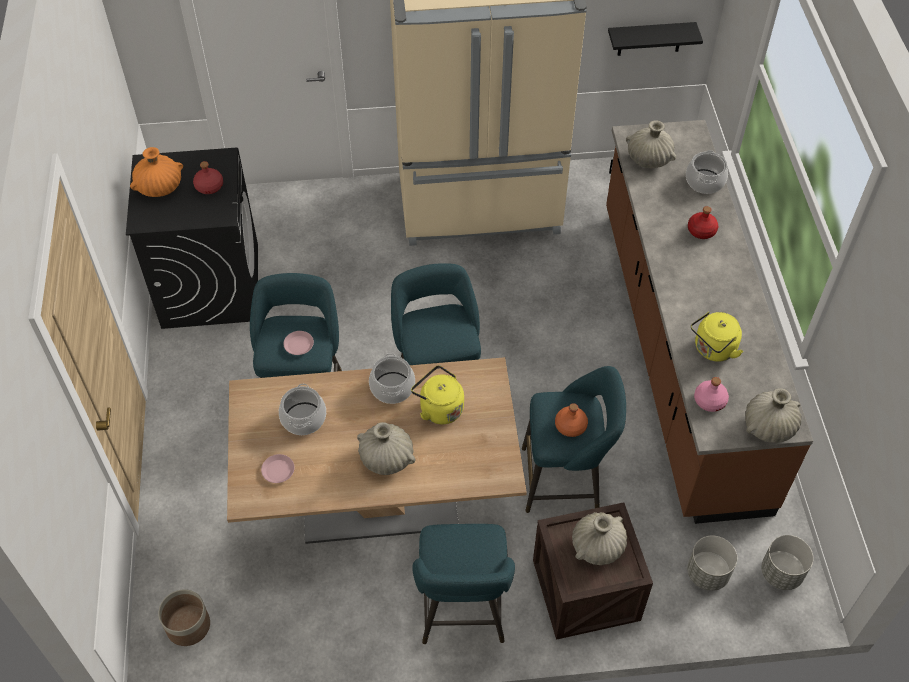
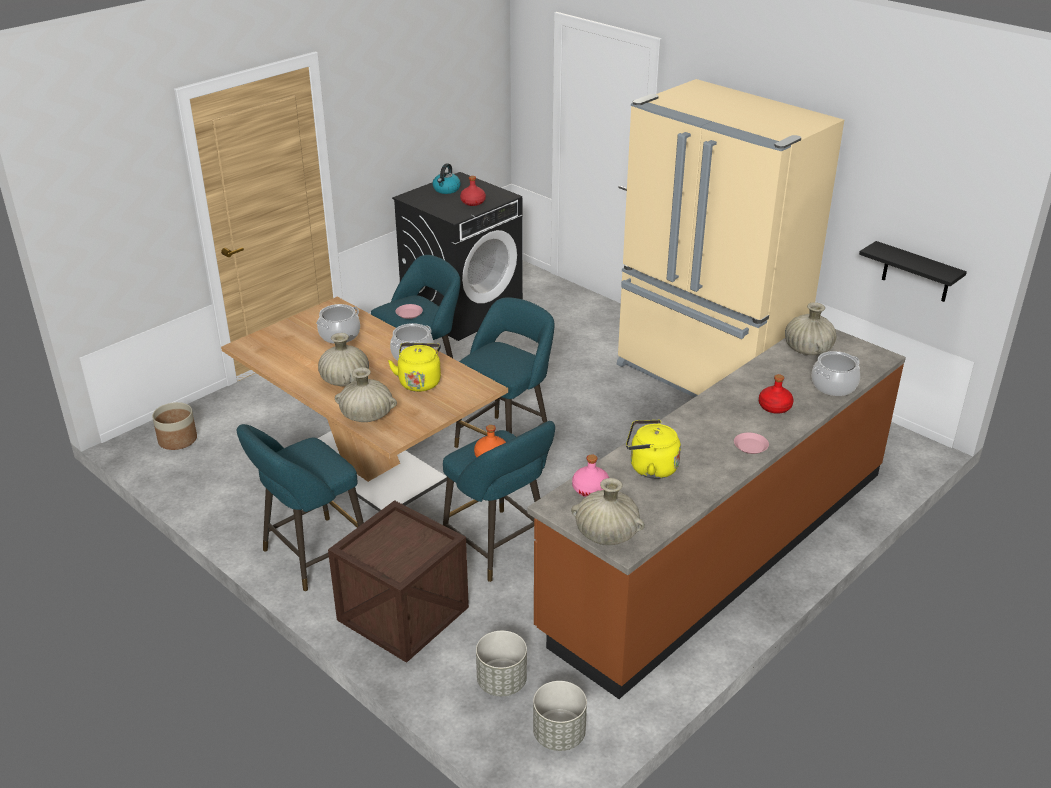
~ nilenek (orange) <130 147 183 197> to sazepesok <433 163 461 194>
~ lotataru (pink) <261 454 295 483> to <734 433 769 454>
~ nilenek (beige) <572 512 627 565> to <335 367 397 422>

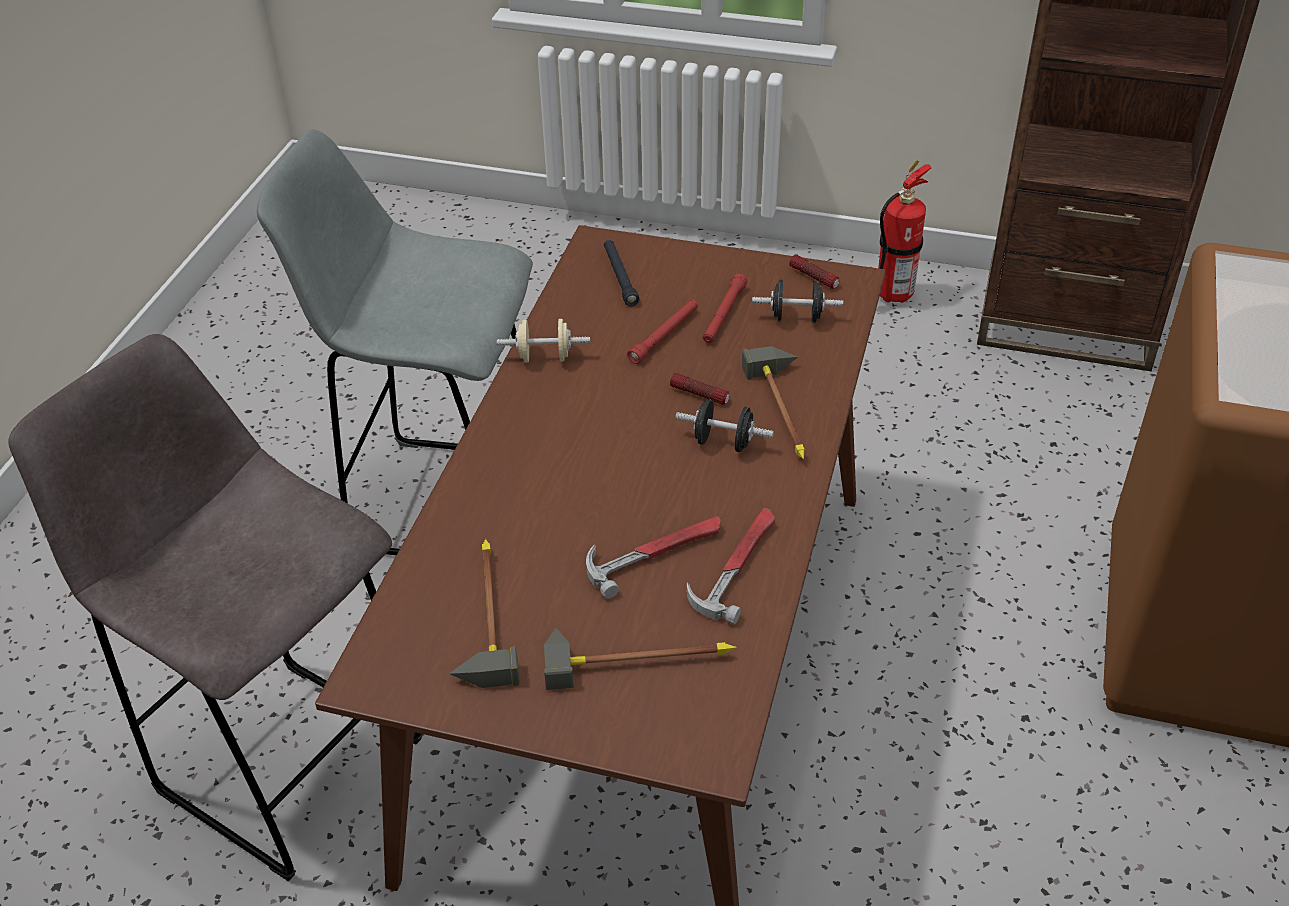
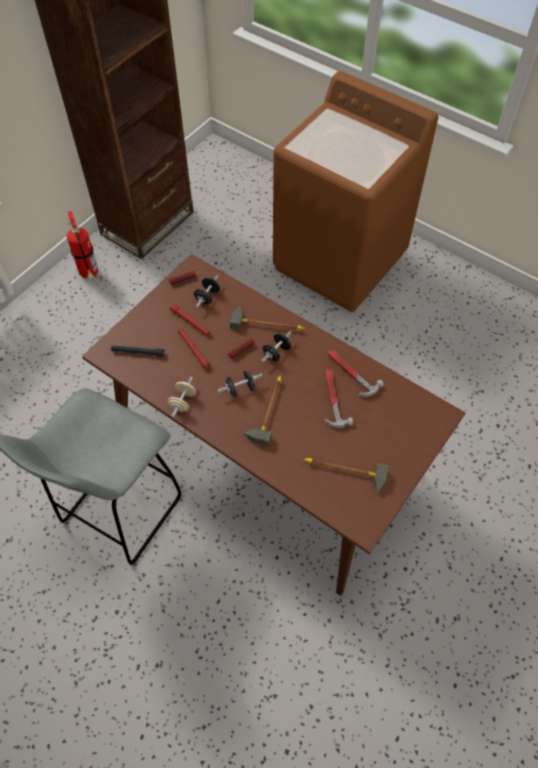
- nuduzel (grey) <8 334 424 881>
~ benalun <544 628 737 690> to <242 375 281 447>
+ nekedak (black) <218 370 263 397>

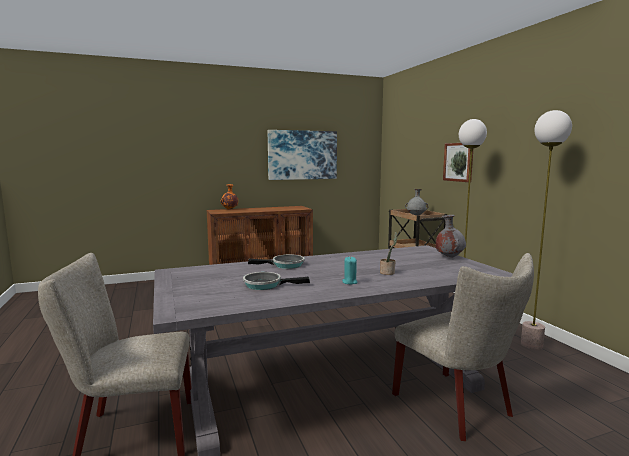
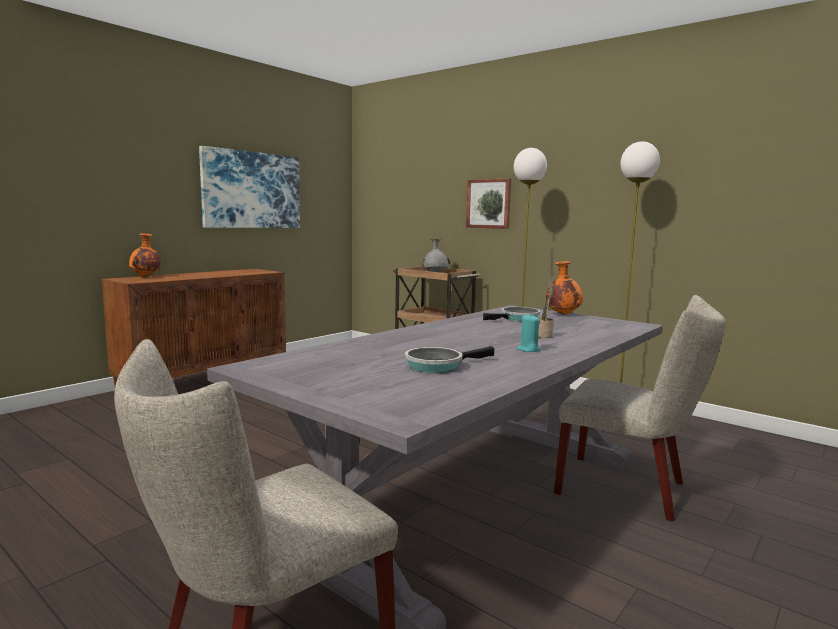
~ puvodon <248 255 304 269> to <483 307 541 321>
~ nilenek (grey) <436 215 466 257> to nilenek (orange) <546 261 583 315>

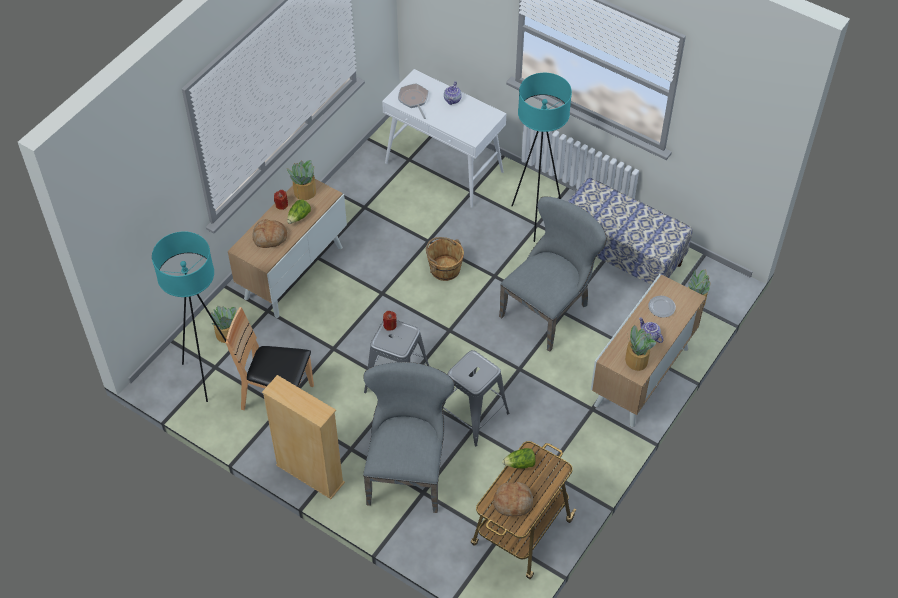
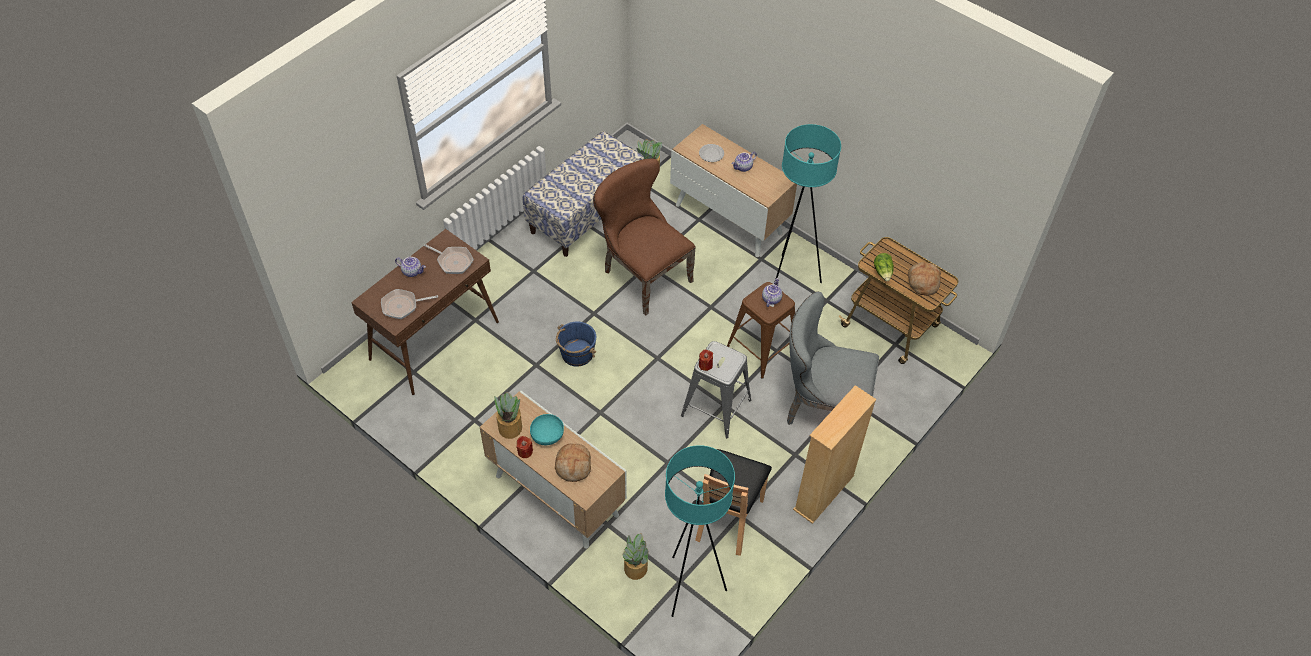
~ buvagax <287 200 311 224> to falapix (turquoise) <530 414 564 445>
~ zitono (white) <382 69 506 208> to zitono (brown) <351 229 499 395>
~ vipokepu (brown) <426 237 464 281> to vipokepu (blue) <556 322 596 367>
~ nuduzel (grey) <442 350 509 446> to nuduzel (brown) <727 282 795 379>
~ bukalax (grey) <499 196 607 352> to bukalax (brown) <593 158 696 316>
~ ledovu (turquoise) <511 73 572 242> to <774 124 841 283>
- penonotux <625 325 656 371>
+ puvodon <424 244 474 274>
+ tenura <762 278 782 307>

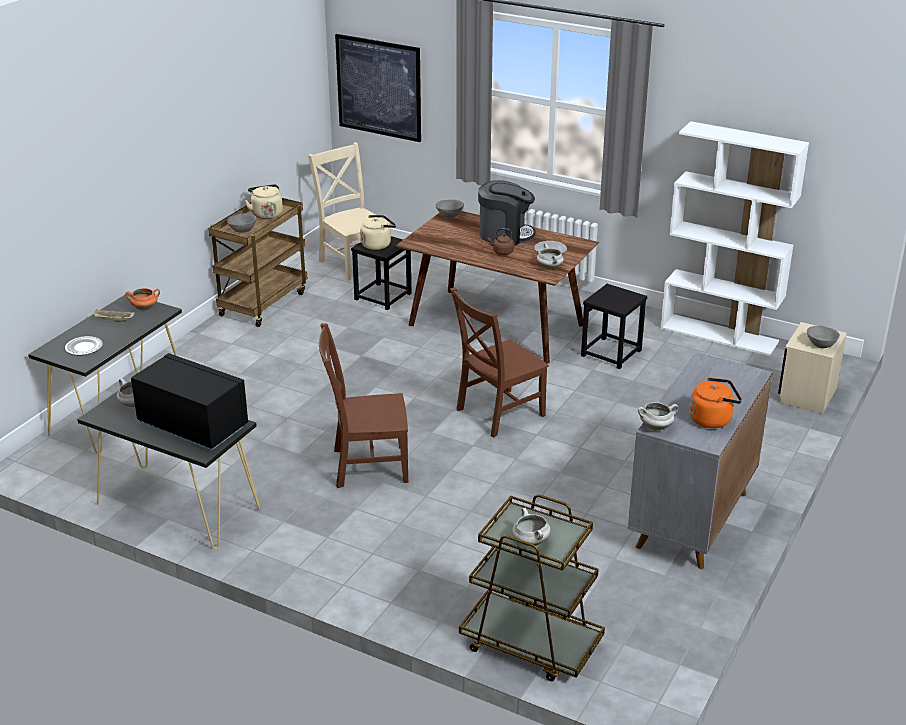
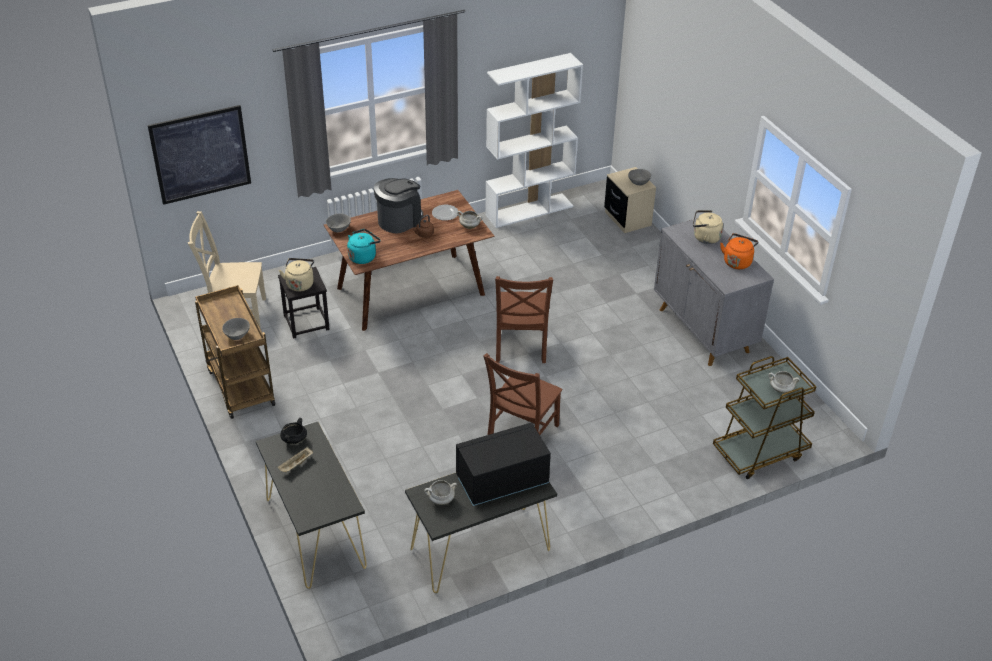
- lotataru <65 336 103 355>
~ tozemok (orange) <125 288 160 311> to tozemok (black) <280 418 307 444>
~ sazepesok (beige) <245 184 283 219> to <693 210 723 244>
- nuduzel (black) <581 284 647 369>
- tozemok (white) <638 402 678 431>
+ sazepesok (turquoise) <347 229 381 264>

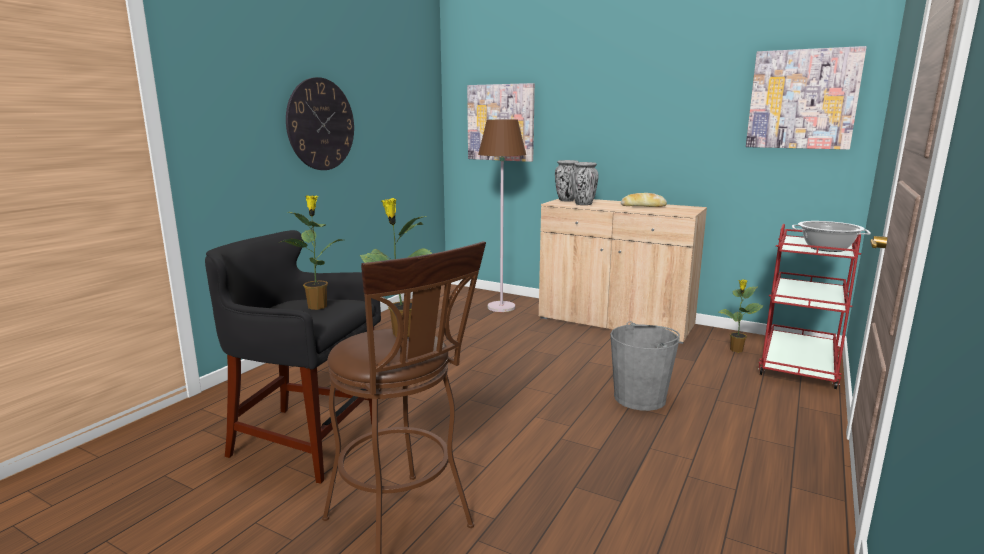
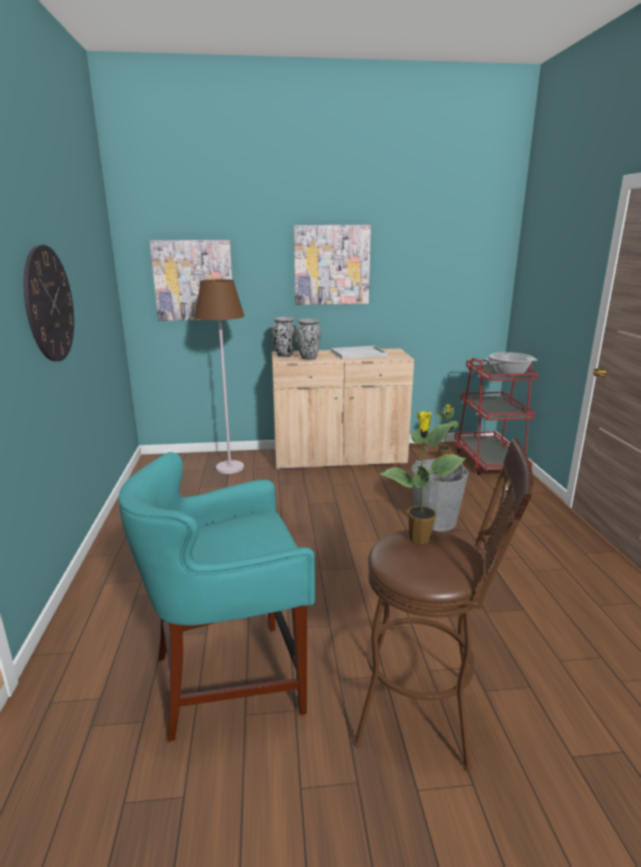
~ nuduzel (black) <205 230 381 484> to nuduzel (turquoise) <118 452 315 742>
- penonotux <278 195 342 310>
~ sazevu <621 193 667 207> to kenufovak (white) <331 346 388 359>
~ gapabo <746 46 867 150> to <294 225 371 305>

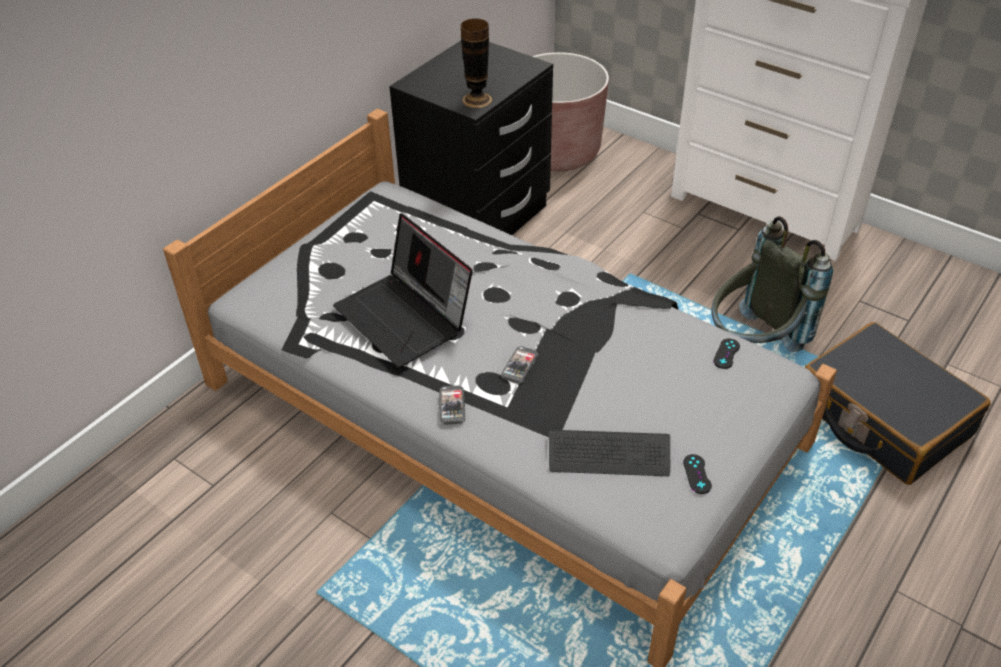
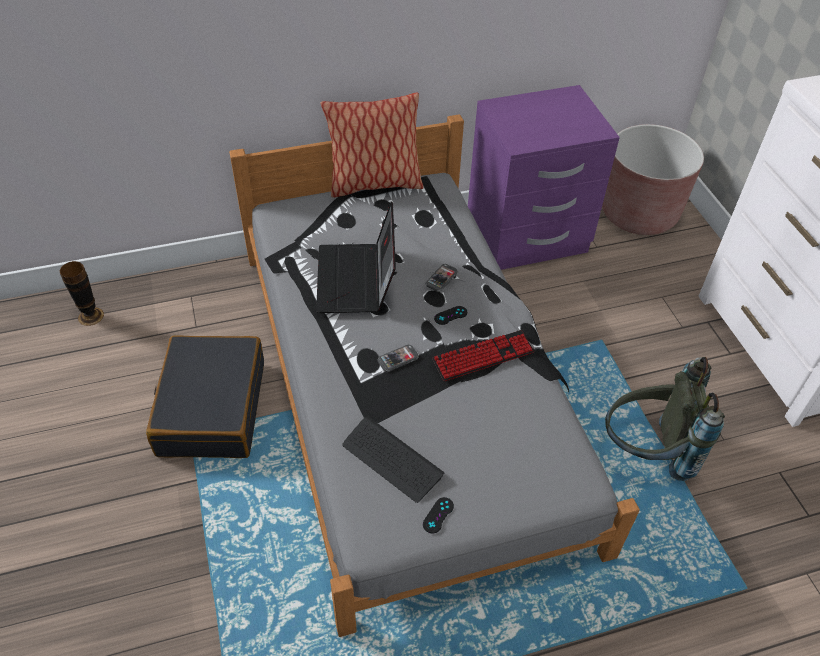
~ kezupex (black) <389 41 553 235> to kezupex (purple) <468 85 620 270>
~ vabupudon <439 385 465 425> to <426 264 458 292>
~ nilenek <461 19 492 108> to <60 261 104 326>
~ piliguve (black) <713 338 740 369> to <434 306 467 325>
~ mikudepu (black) <805 322 991 485> to <146 336 264 458>
+ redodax <320 92 423 198>
+ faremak <432 330 534 381>

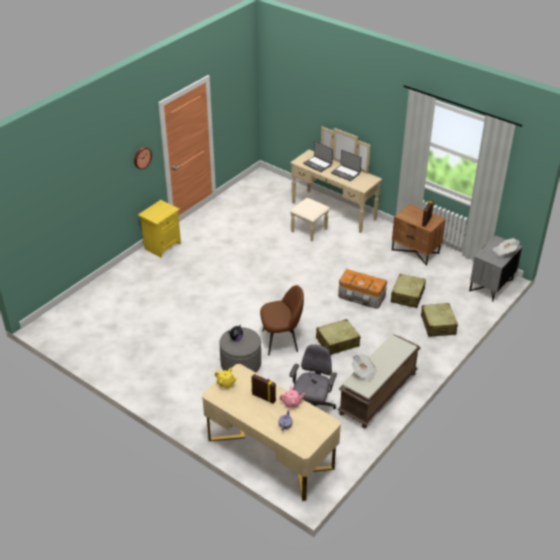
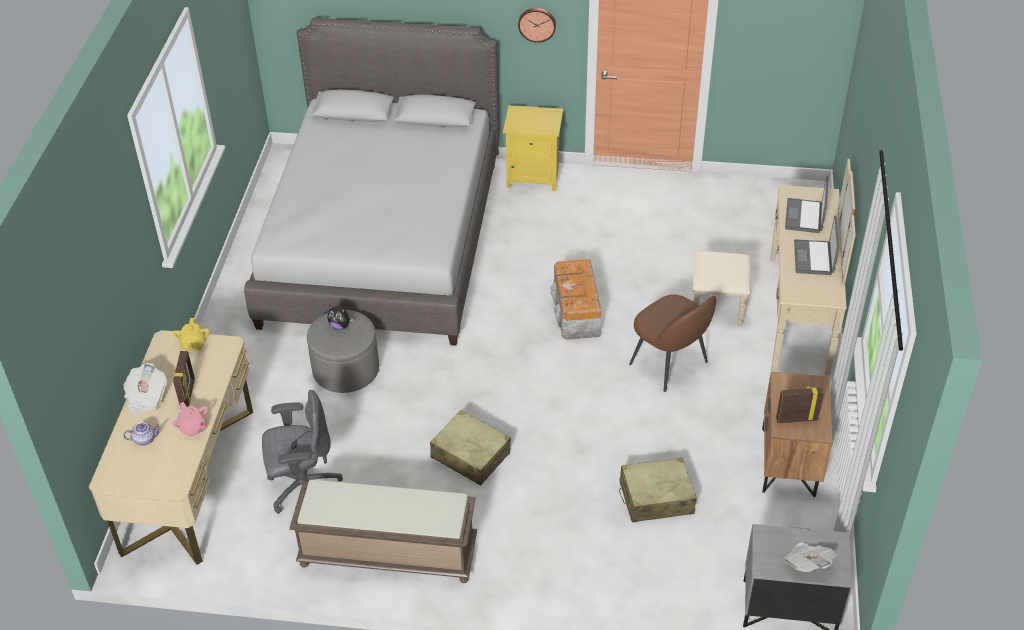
~ bukalax (brown) <260 285 304 355> to <629 294 716 392>
~ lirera <338 269 387 309> to <550 259 601 340>
~ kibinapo <351 354 377 382> to <123 363 167 414>
- mikudepu (beige) <421 303 458 337>
+ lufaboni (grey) <244 18 499 346>

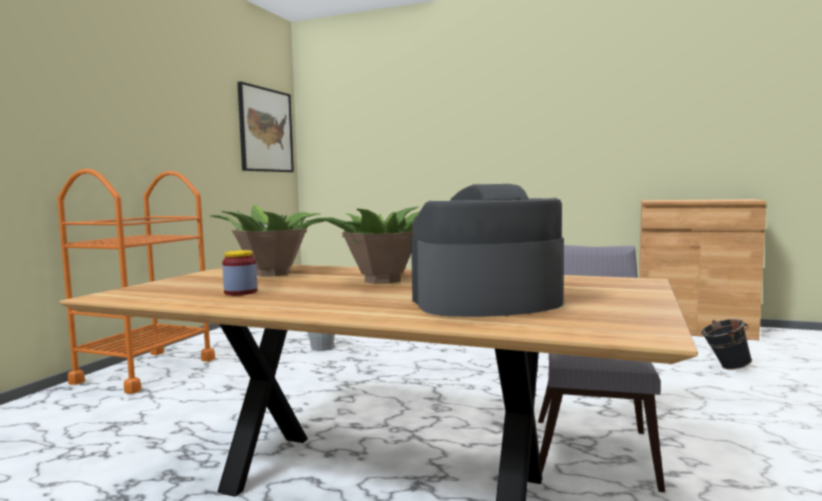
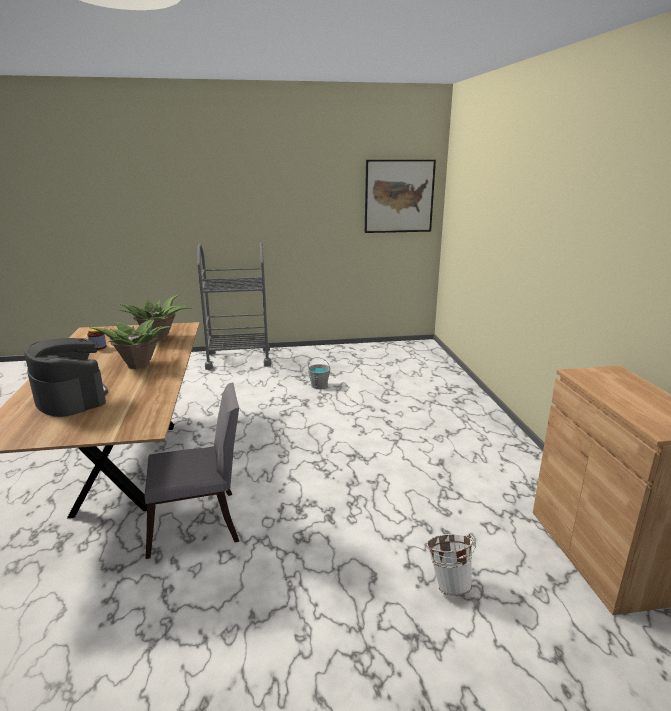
~ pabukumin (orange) <57 168 215 394> to pabukumin (grey) <197 243 271 370>
~ vipokepu (black) <701 319 752 370> to vipokepu (white) <426 534 476 596>

